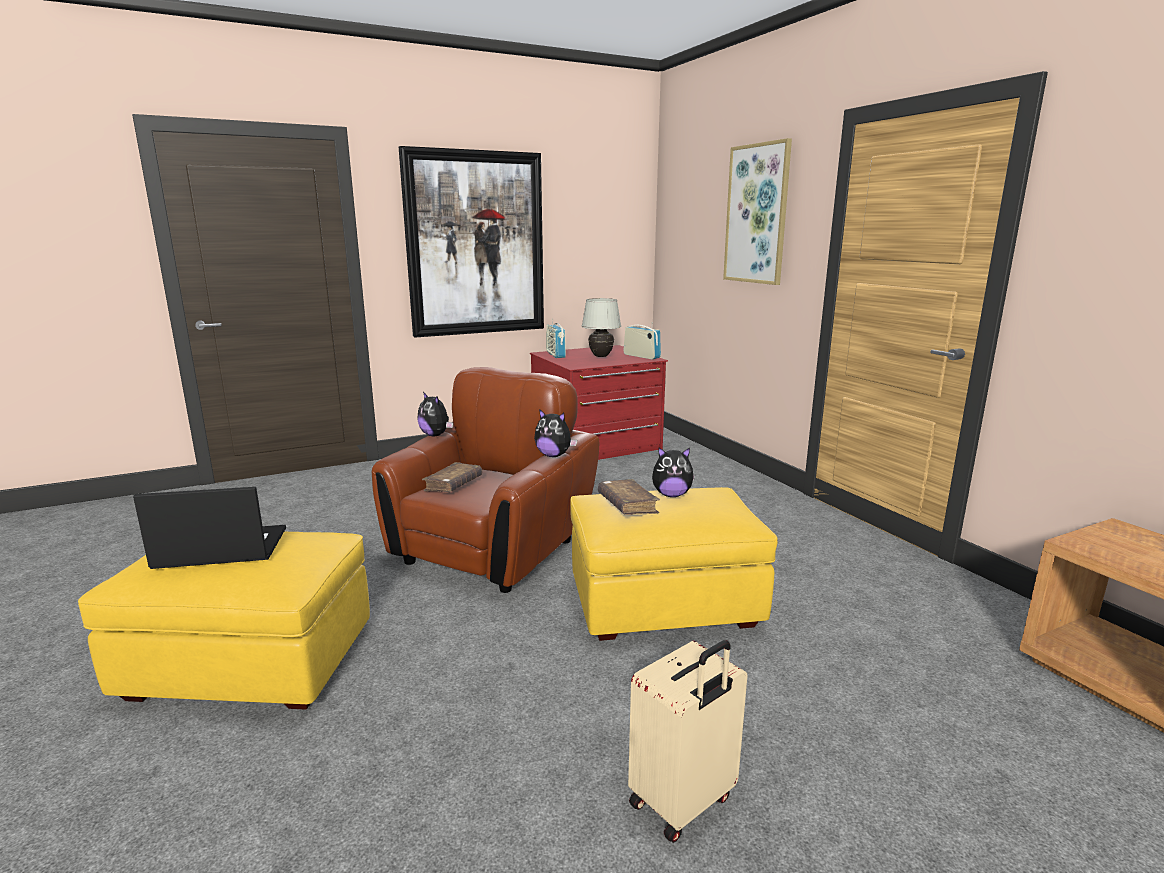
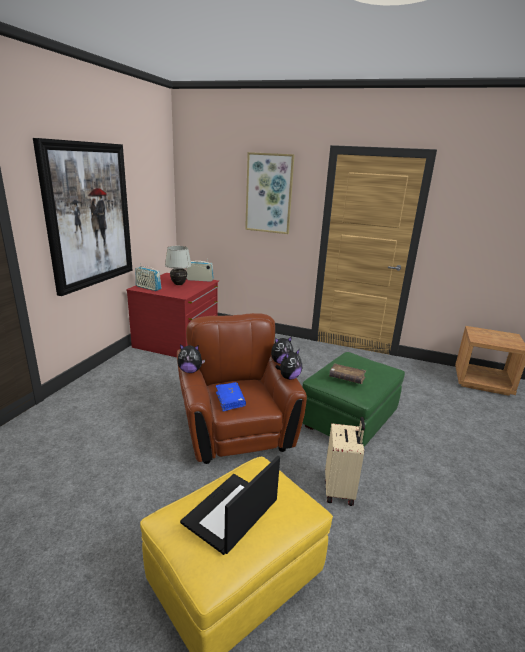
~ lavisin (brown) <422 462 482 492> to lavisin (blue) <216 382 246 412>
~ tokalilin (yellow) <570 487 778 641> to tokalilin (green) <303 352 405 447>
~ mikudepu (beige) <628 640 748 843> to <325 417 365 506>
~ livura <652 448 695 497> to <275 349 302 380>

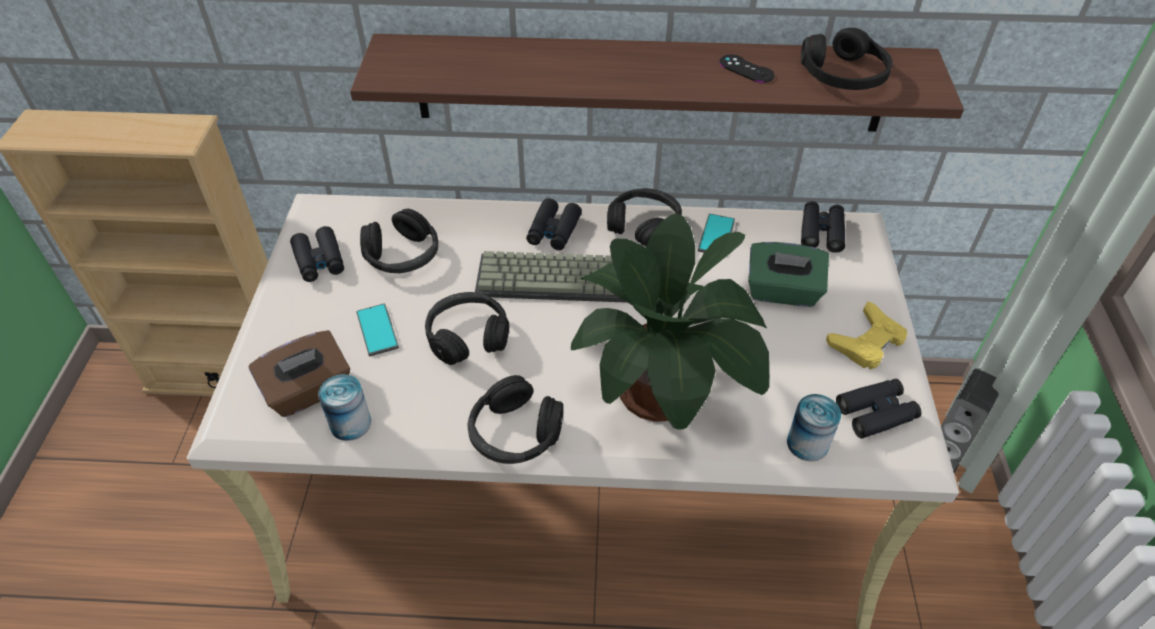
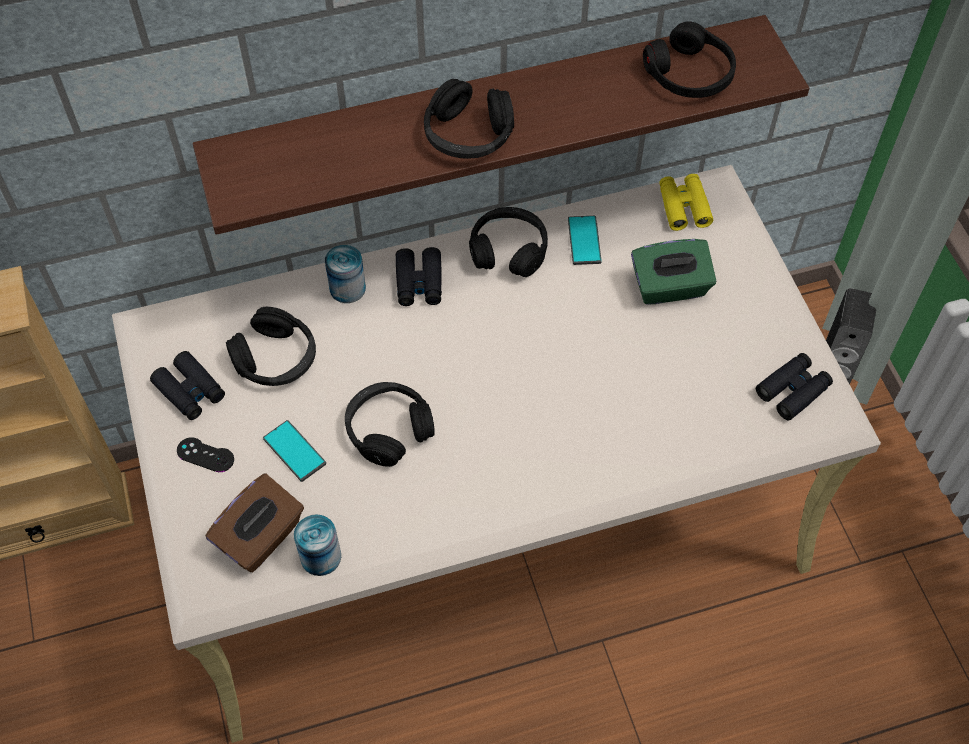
~ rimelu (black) <468 375 563 464> to <424 79 514 159>
- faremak <475 251 627 303>
- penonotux <571 214 769 430>
~ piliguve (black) <719 55 774 83> to <177 437 234 472>
~ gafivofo <787 394 841 461> to <325 245 366 303>
~ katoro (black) <801 201 845 253> to katoro (yellow) <659 174 713 231>
- piliguve (yellow) <826 301 907 369>

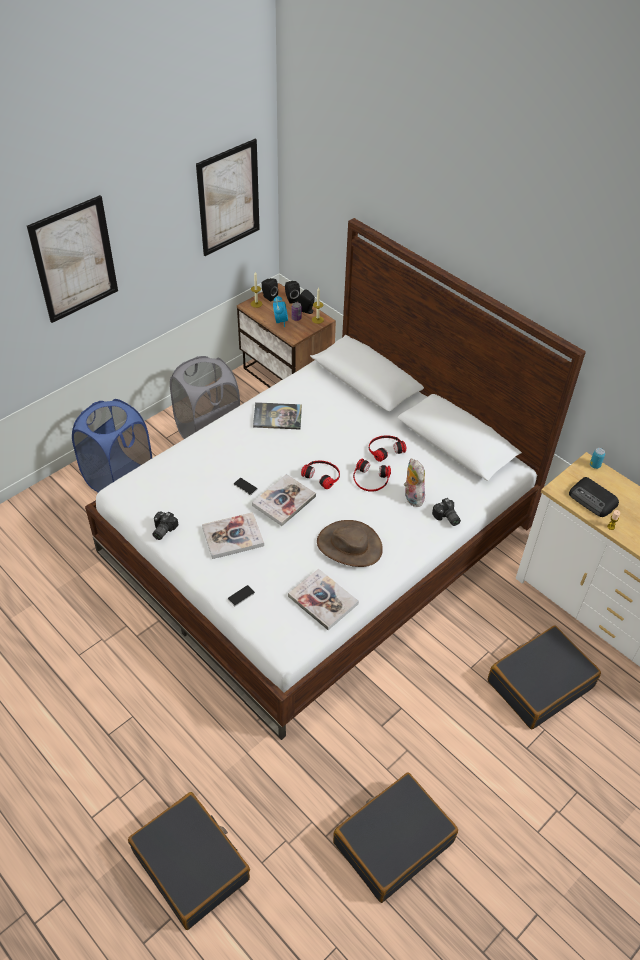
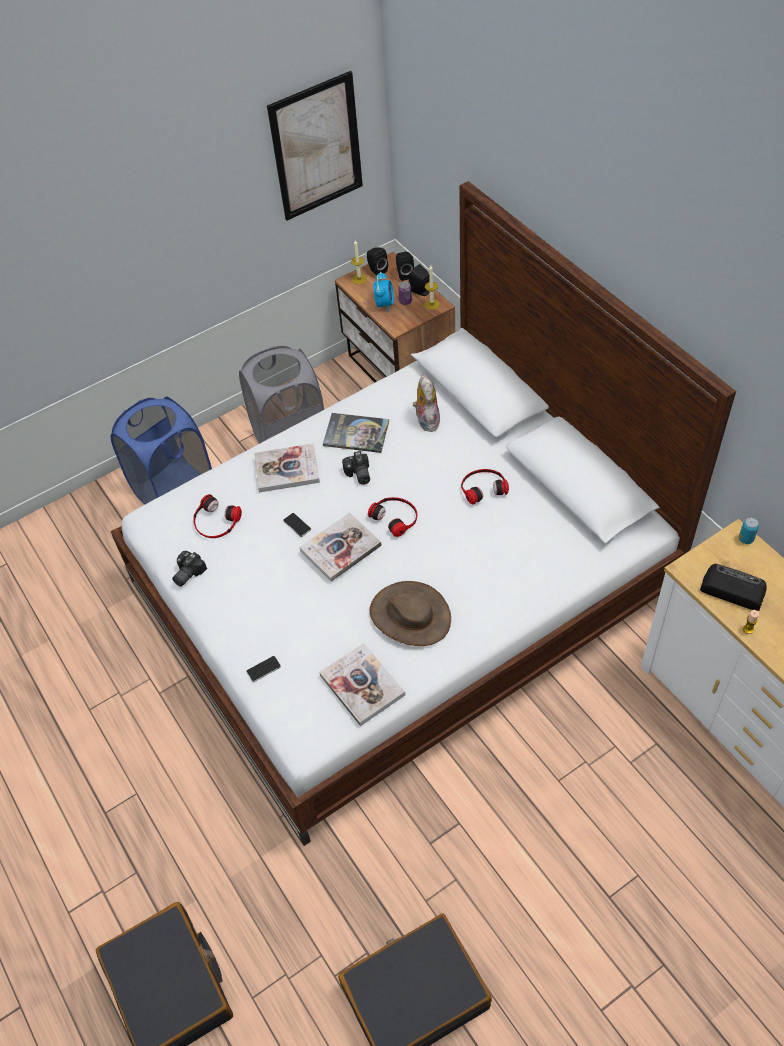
- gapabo <27 195 118 323>
~ lavisin <202 512 264 559> to <254 443 320 492>
~ rimelu <353 458 391 492> to <193 494 242 538>
~ livura <404 459 425 507> to <413 374 440 432>
~ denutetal <432 498 461 526> to <342 451 370 485>
- mikudepu (black) <488 626 601 729>
~ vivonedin <569 477 619 517> = <700 564 767 611> 150 degrees clockwise

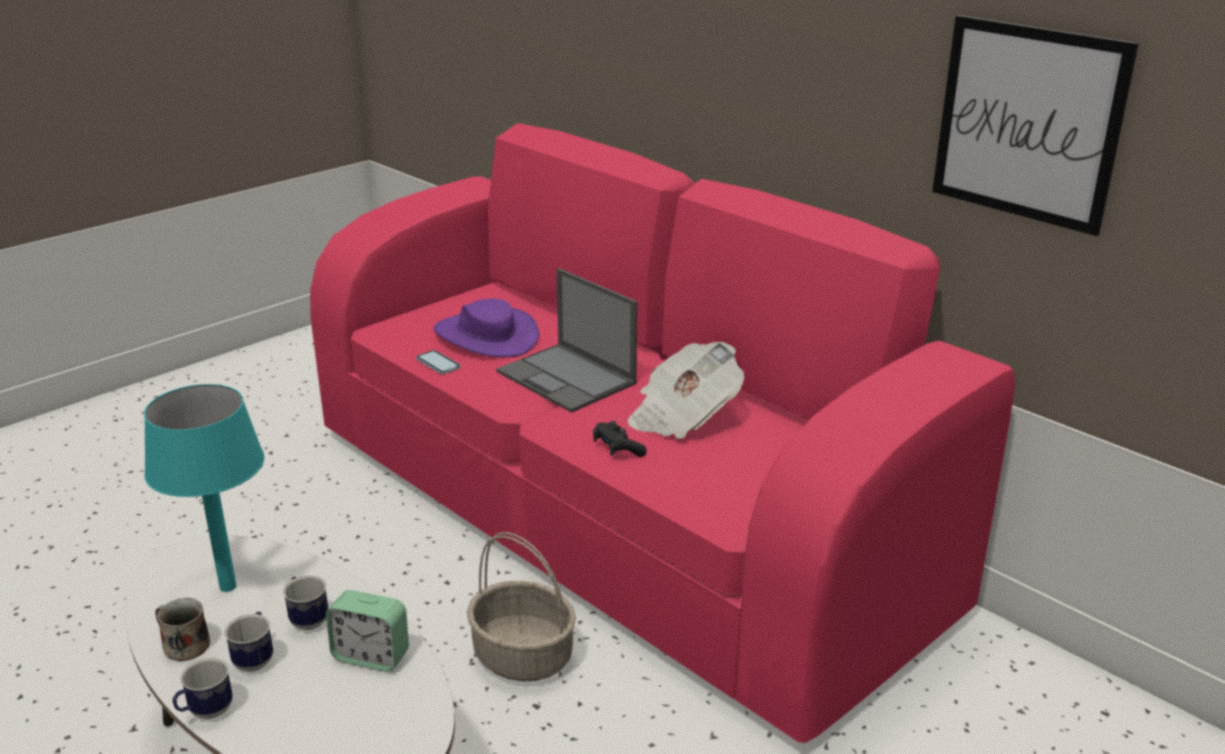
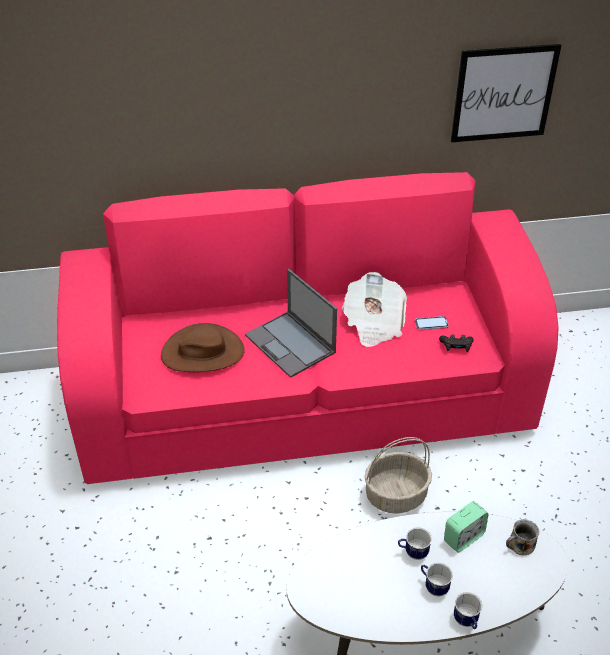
- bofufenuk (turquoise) <144 384 265 592>
~ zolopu <155 598 210 661> to <506 519 539 555>
~ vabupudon <416 350 461 374> to <415 316 449 330>
~ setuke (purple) <433 299 539 357> to setuke (brown) <161 323 245 372>
~ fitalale <496 268 637 413> = <245 269 337 378> 60 degrees clockwise
~ piliguve (black) <593 421 647 457> to <439 334 474 352>

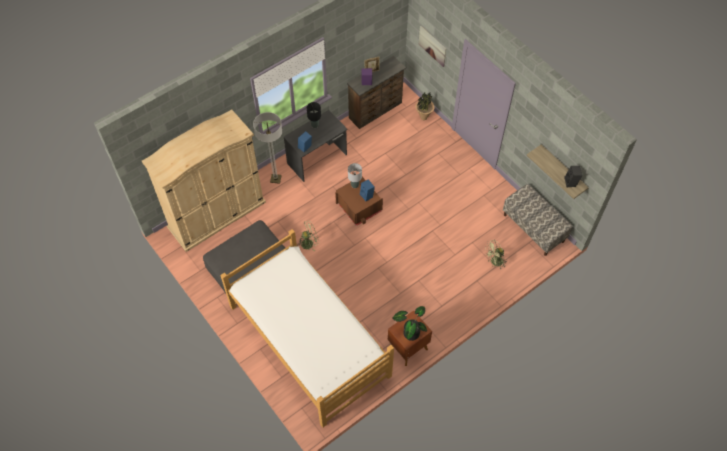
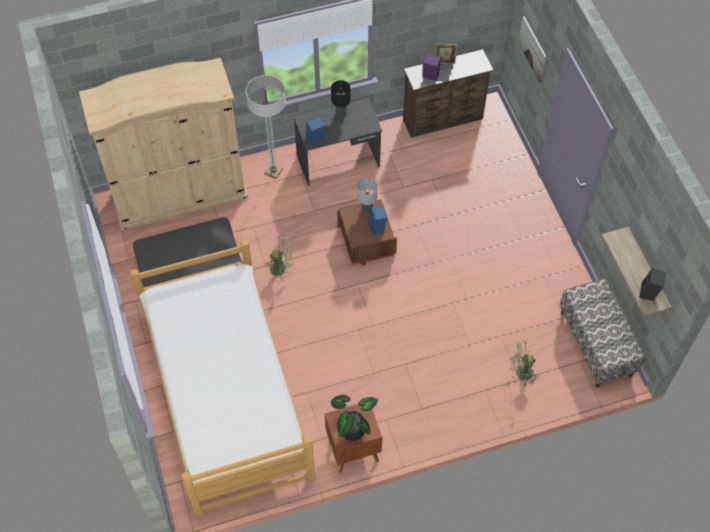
- penonotux <416 93 434 120>

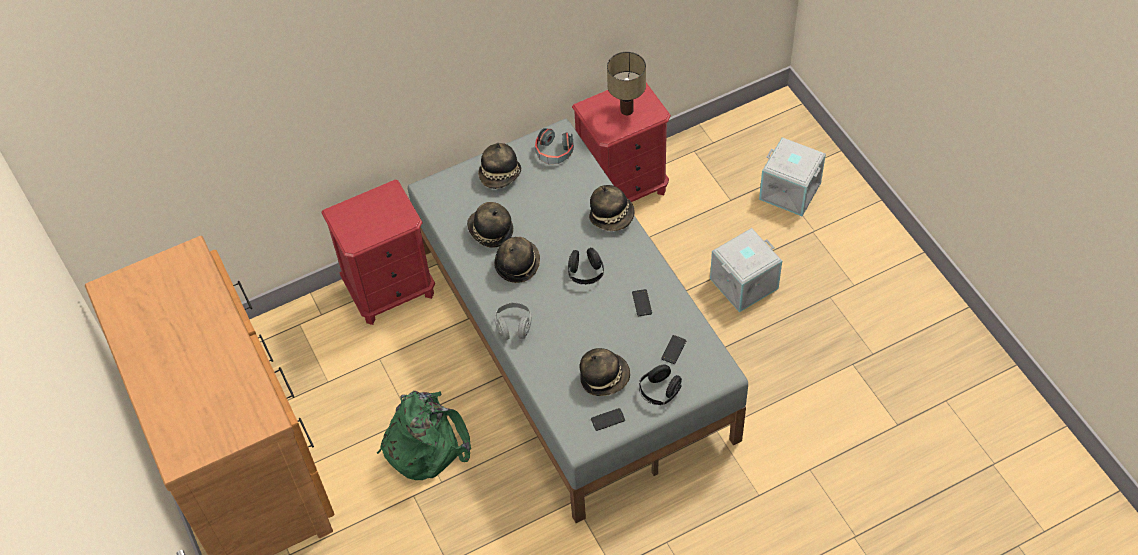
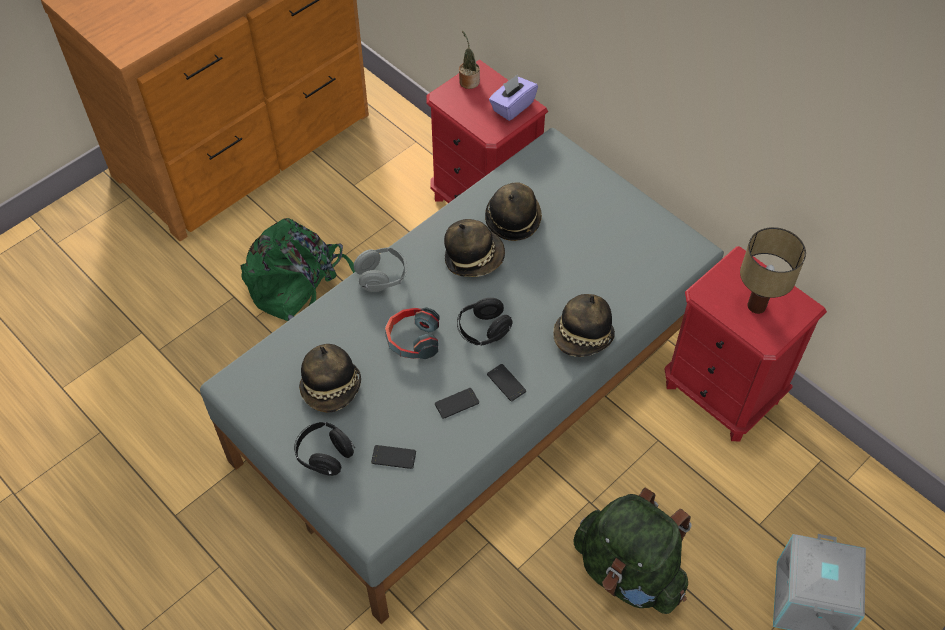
- setuke <478 143 522 189>
~ rimelu <535 128 574 165> to <385 307 440 359>
~ vabupudon <591 408 625 431> to <487 364 526 401>
~ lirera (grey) <710 228 782 312> to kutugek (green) <574 488 692 614>
+ penonotux <459 31 480 89>
+ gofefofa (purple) <489 75 538 121>

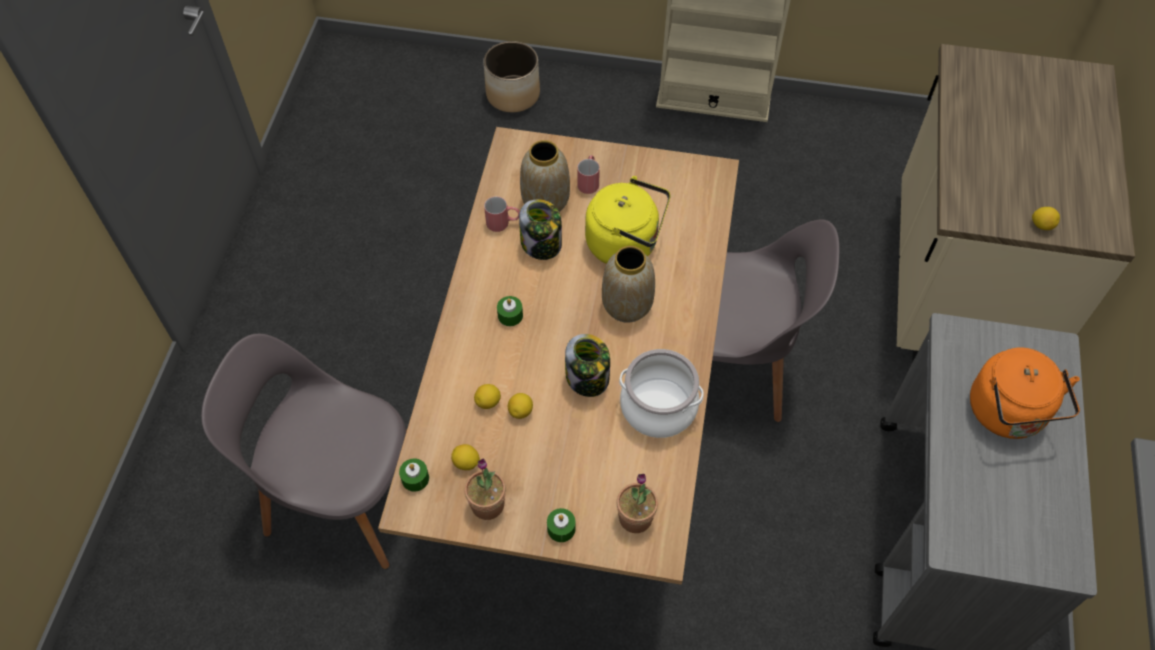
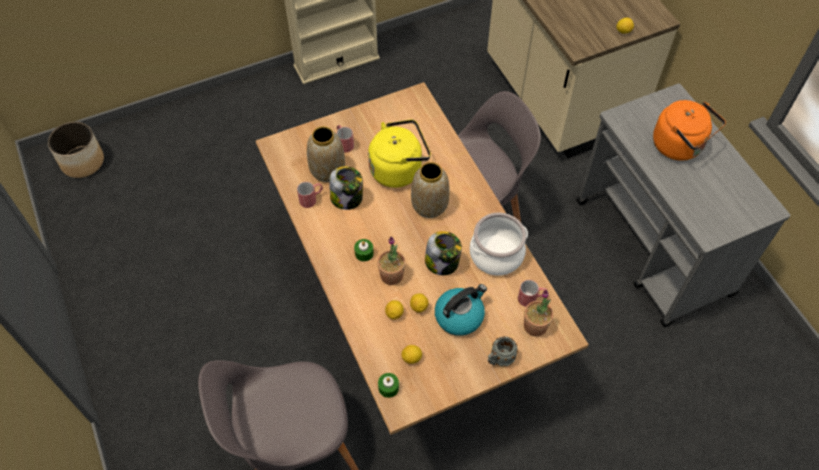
~ penonotux <464 459 506 520> to <377 237 405 285>
~ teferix <483 41 540 112> to <48 121 104 178>
~ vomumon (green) <547 508 576 542> to zolopu (grey) <488 336 518 367>
+ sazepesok <435 284 487 336>
+ zolopu (red) <518 280 547 307>

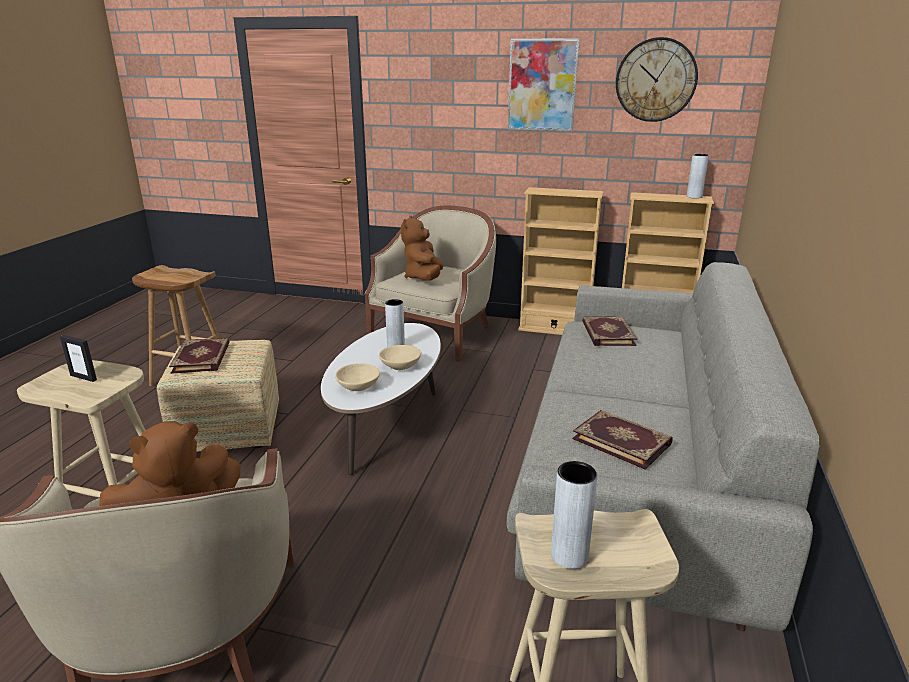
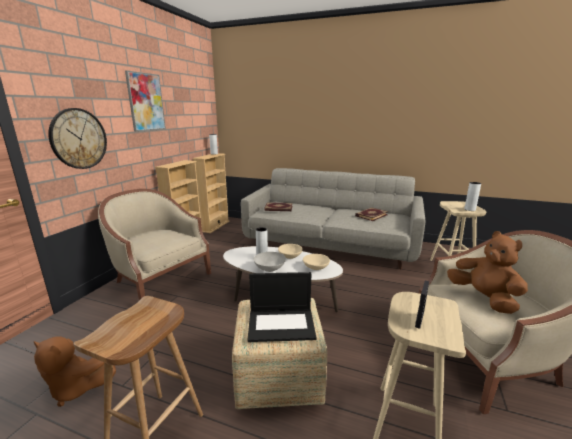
~ lavisin <169 338 230 374> to fitalale <247 272 316 342>
~ livura (brown) <401 216 443 281> to <34 336 116 407>
~ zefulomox <616 37 698 122> to <48 108 107 169>
+ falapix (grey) <253 252 286 272>

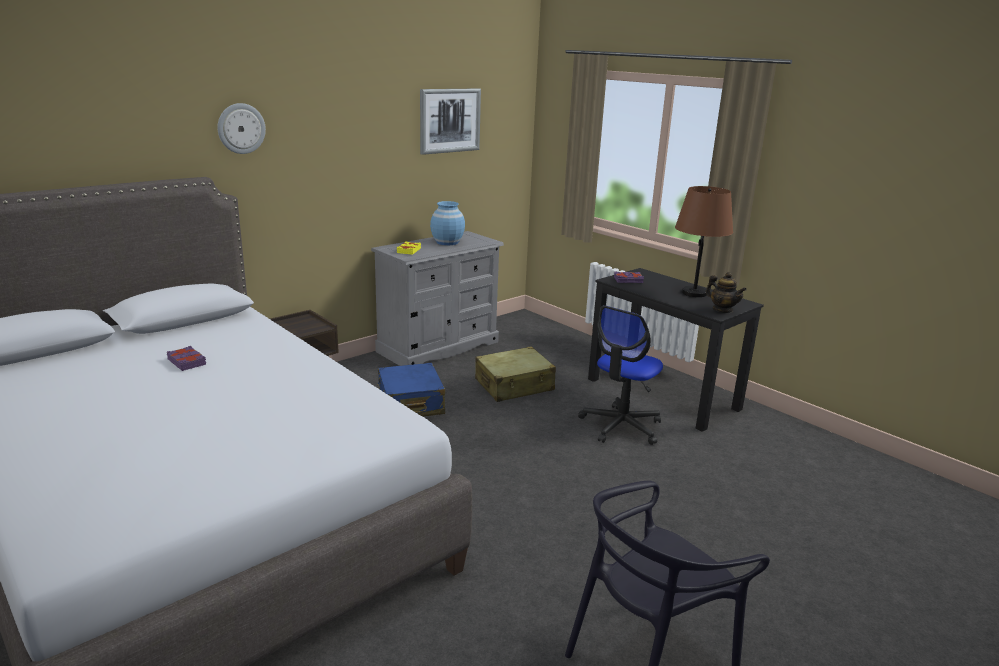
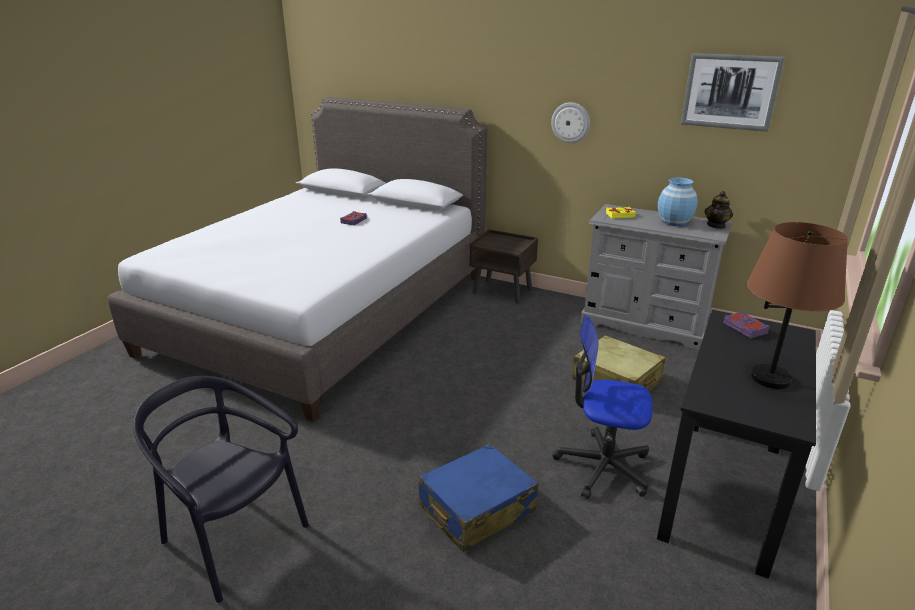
~ zefulomox <218 103 266 154> to <551 102 590 143>
~ mikudepu (blue) <377 363 445 417> to <419 444 538 552>
~ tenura <706 272 747 313> to <704 191 733 229>

